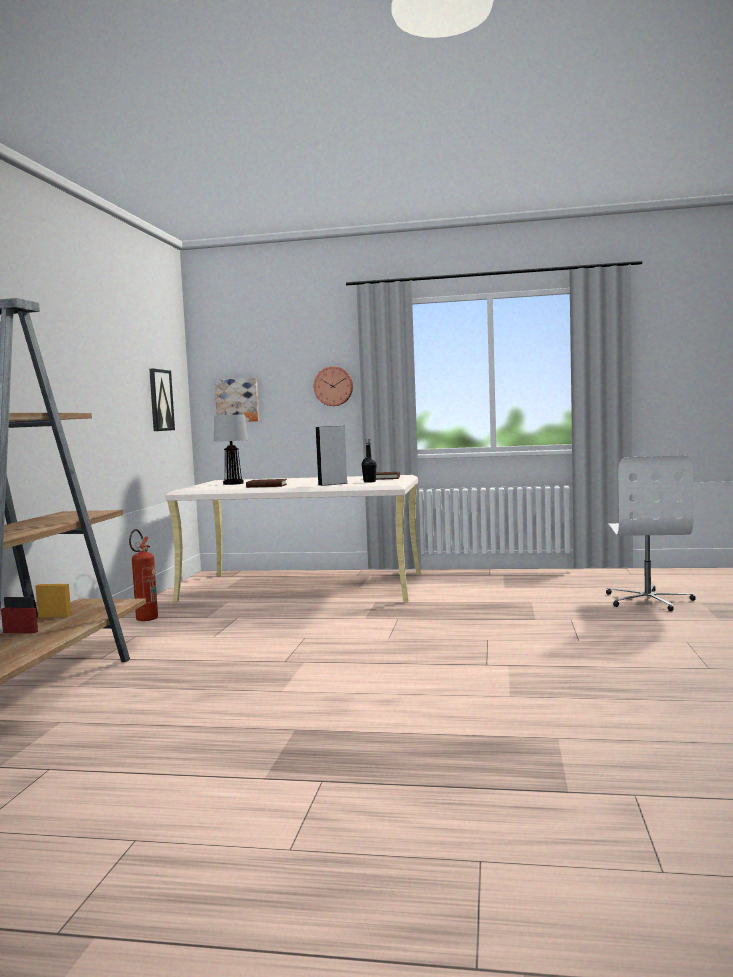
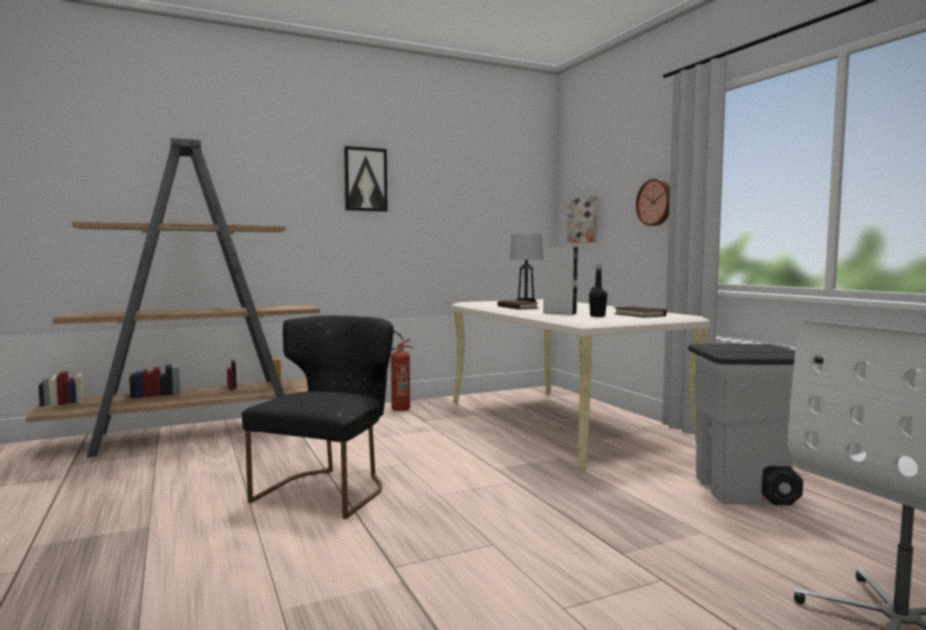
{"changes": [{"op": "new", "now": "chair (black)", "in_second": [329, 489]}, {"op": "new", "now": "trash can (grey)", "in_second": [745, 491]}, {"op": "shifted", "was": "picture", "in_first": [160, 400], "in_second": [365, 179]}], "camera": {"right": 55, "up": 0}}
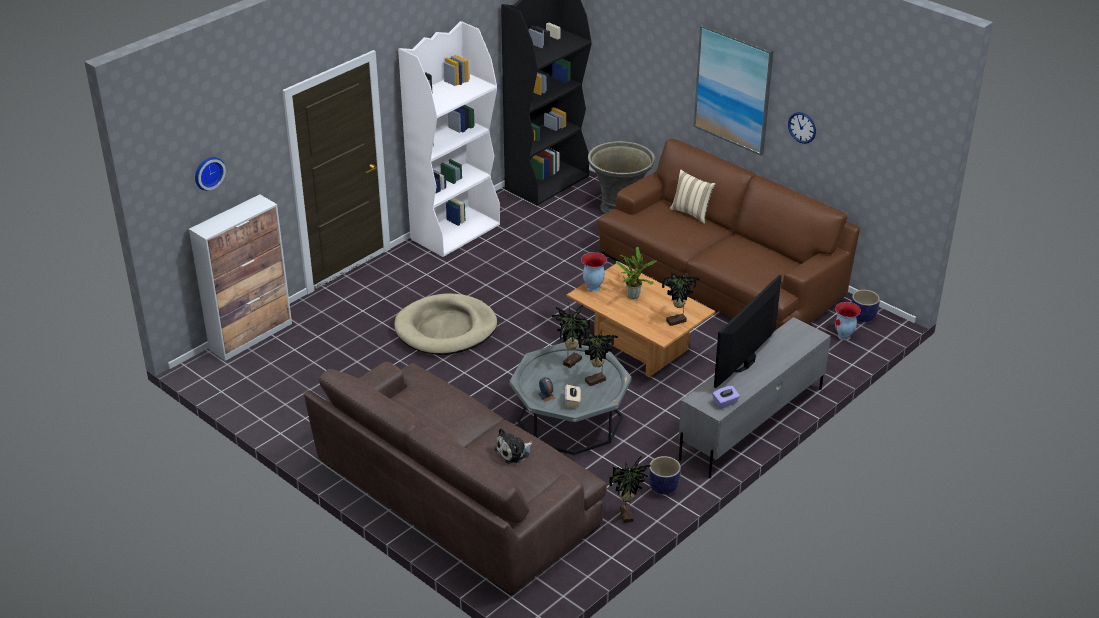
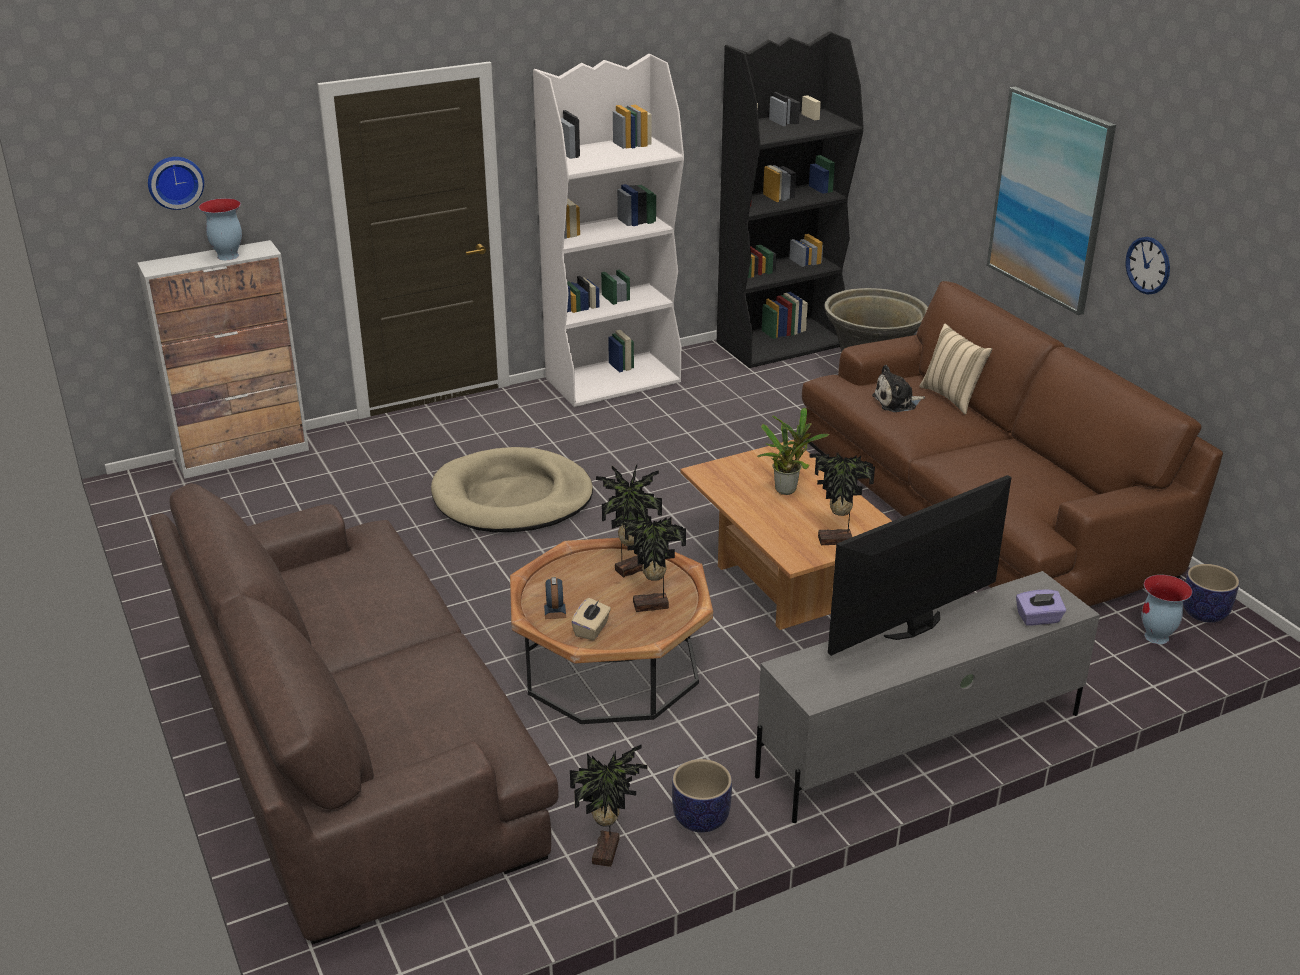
{"changes": [{"op": "shifted", "was": "plush toy", "in_first": [514, 452], "in_second": [897, 402]}, {"op": "shifted", "was": "vase", "in_first": [593, 287], "in_second": [227, 256]}, {"op": "shifted", "was": "tissue box (purple)", "in_first": [725, 403], "in_second": [1038, 619]}, {"op": "repainted", "was": "coffee table (grey)", "now": "coffee table (brown)", "in_first": [570, 419], "in_second": [611, 666]}], "camera": {"right": 20, "up": -5}}
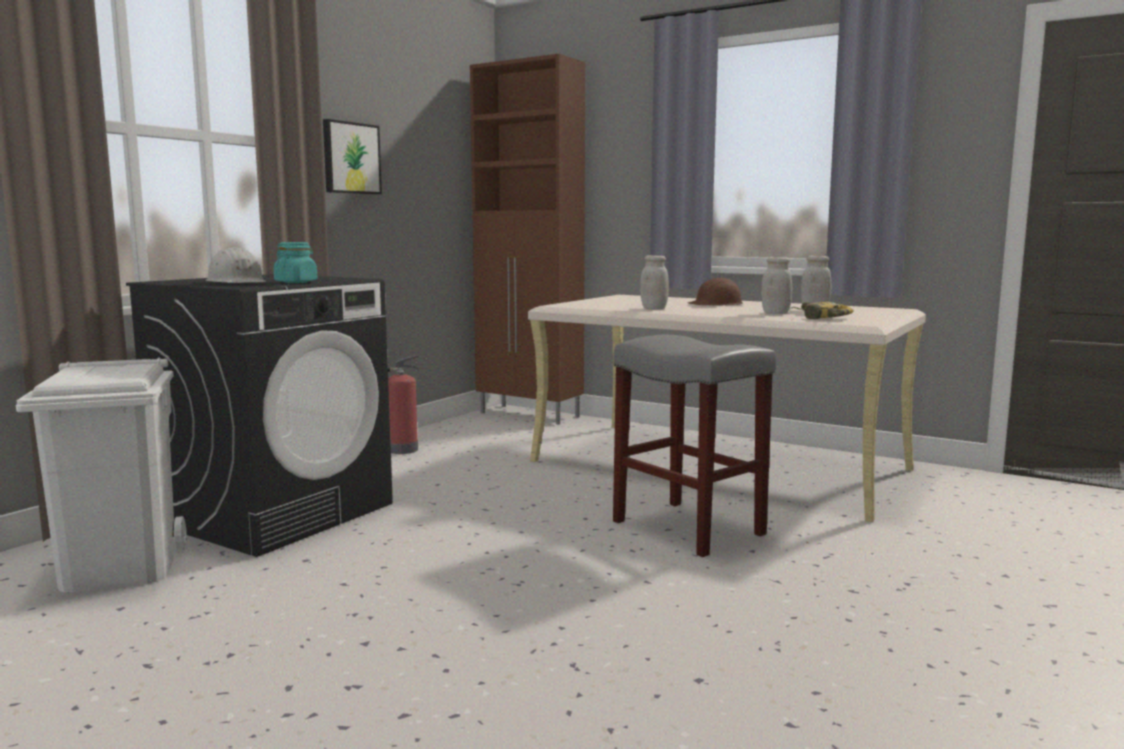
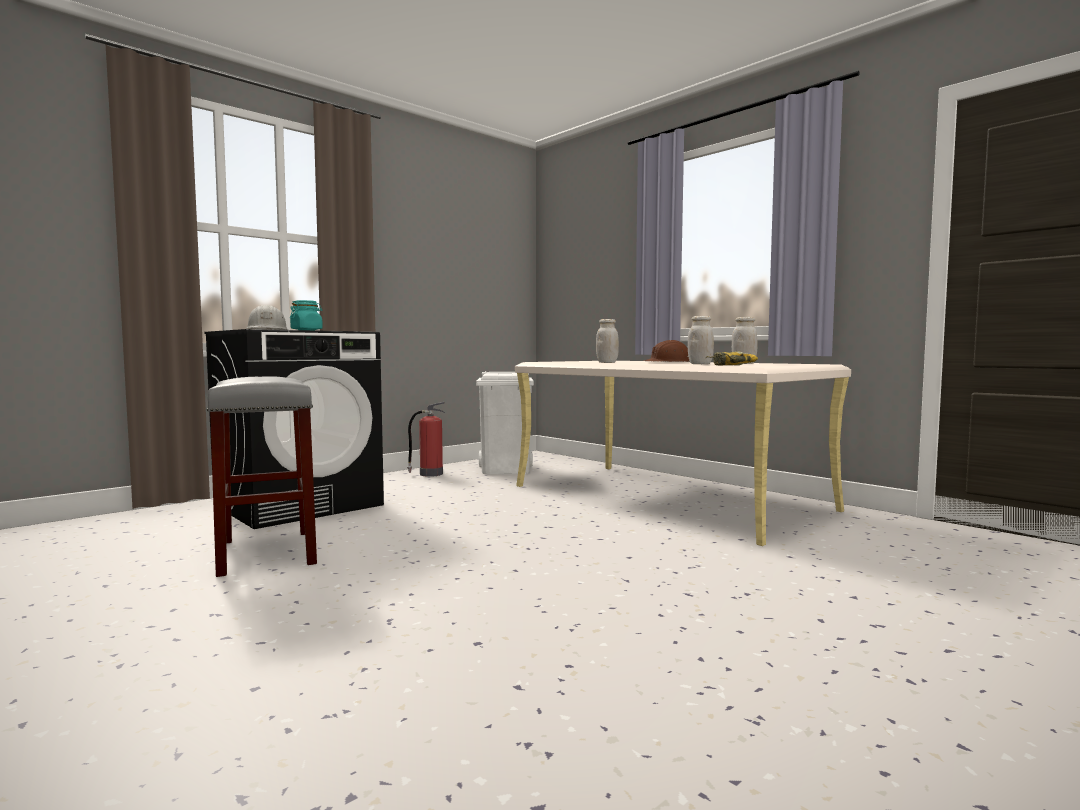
{"changes": [{"op": "gone", "was": "picture", "in_first": [350, 158]}, {"op": "gone", "was": "cabinet (brown)", "in_first": [530, 415]}, {"op": "shifted", "was": "trash can (white)", "in_first": [121, 568], "in_second": [506, 469]}, {"op": "shifted", "was": "stool (grey)", "in_first": [685, 527], "in_second": [266, 552]}], "camera": {"right": 15, "up": -5}}
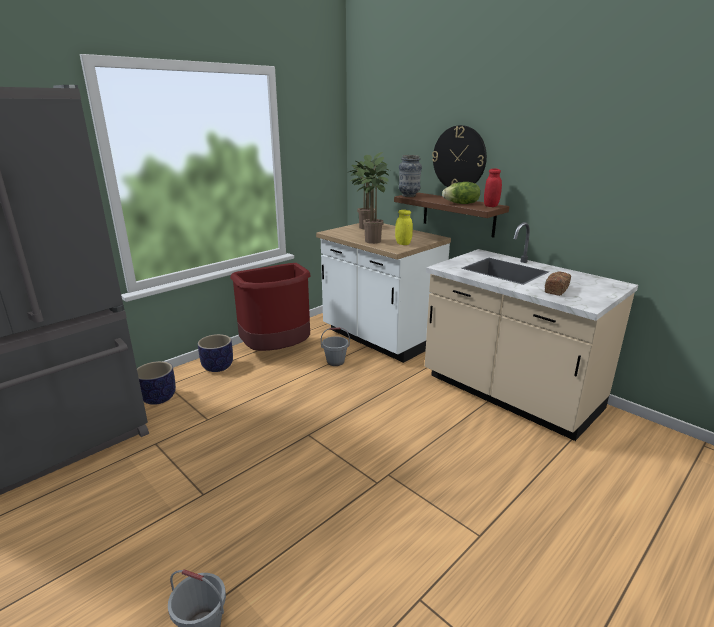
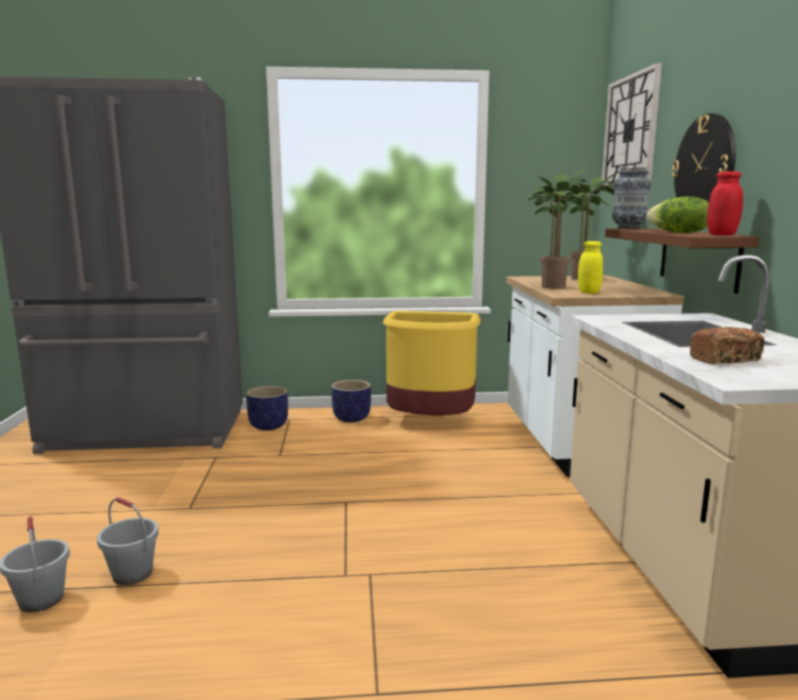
{"changes": [{"op": "new", "now": "wall clock", "in_second": [630, 131]}, {"op": "shifted", "was": "bucket (grey)", "in_first": [335, 361], "in_second": [133, 574]}, {"op": "repainted", "was": "trash can (red)", "now": "trash can (yellow)", "in_first": [278, 350], "in_second": [430, 421]}], "camera": {"right": 40, "up": -10}}
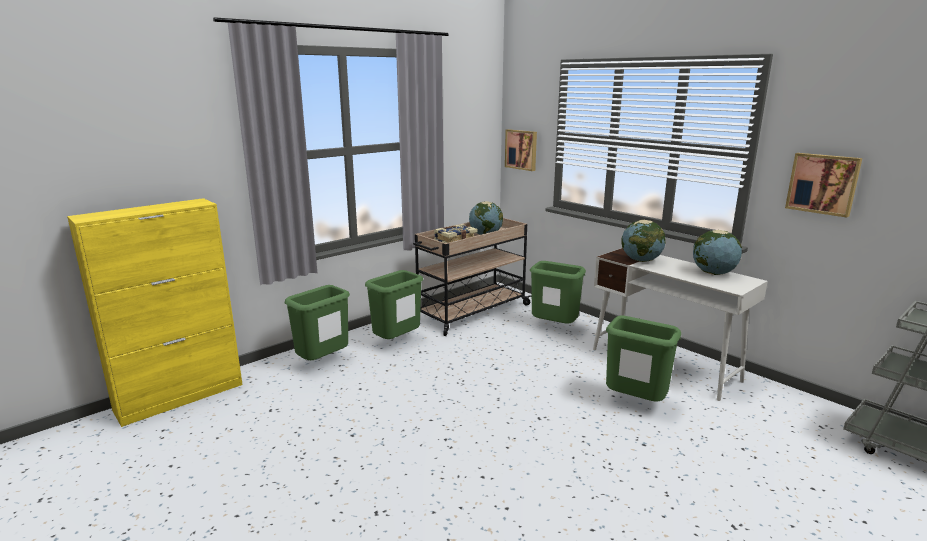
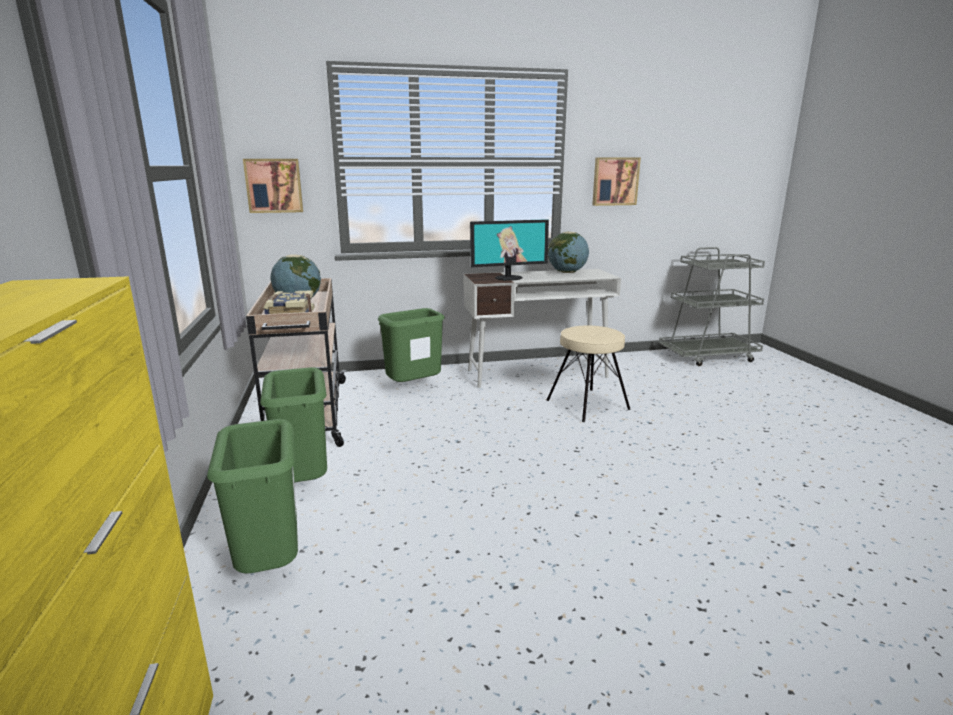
{"changes": [{"op": "swapped", "was": "trash can (green)", "now": "stool (beige)", "in_first": [634, 404], "in_second": [587, 405]}, {"op": "swapped", "was": "globe", "now": "monitor", "in_first": [641, 260], "in_second": [508, 278]}], "camera": {"right": -60, "up": 0}}
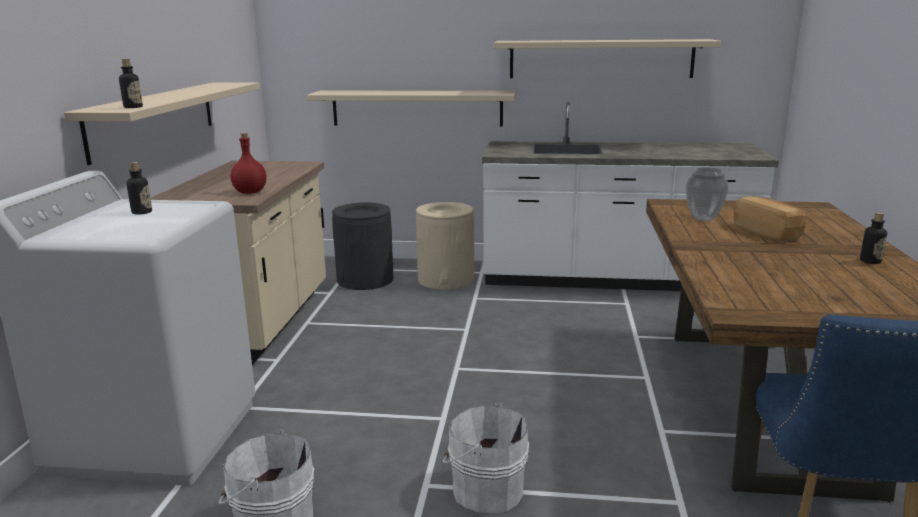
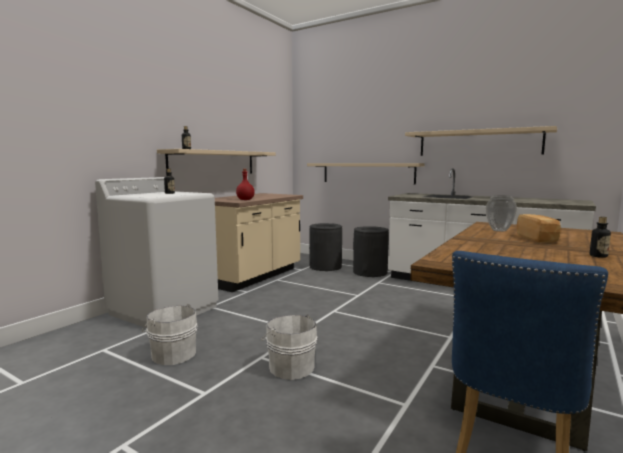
{"changes": [{"op": "repainted", "was": "trash can (beige)", "now": "trash can (black)", "in_first": [446, 279], "in_second": [370, 272]}], "camera": {"right": 25, "up": -10}}
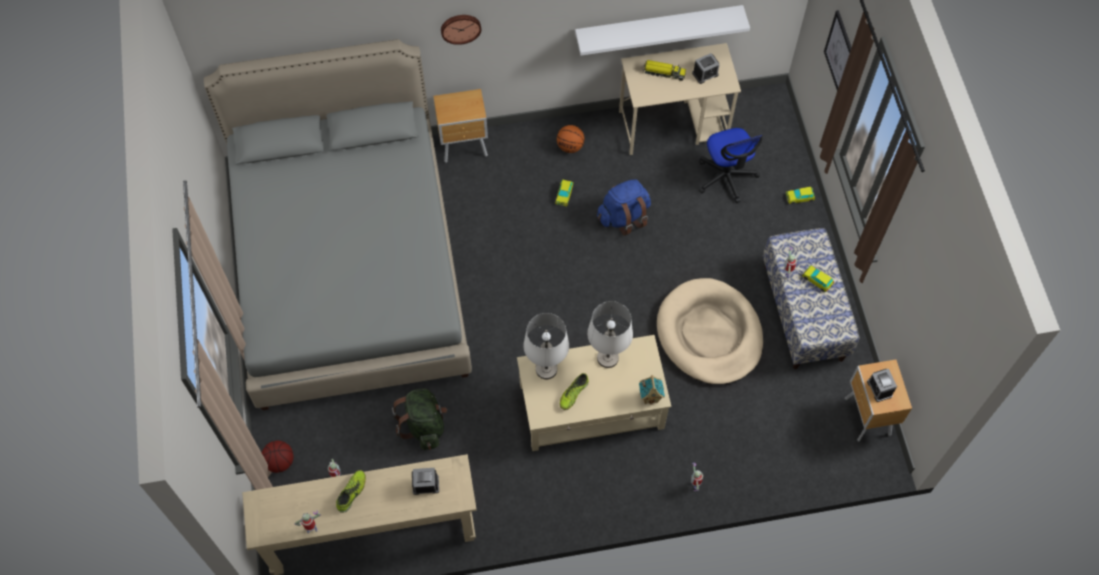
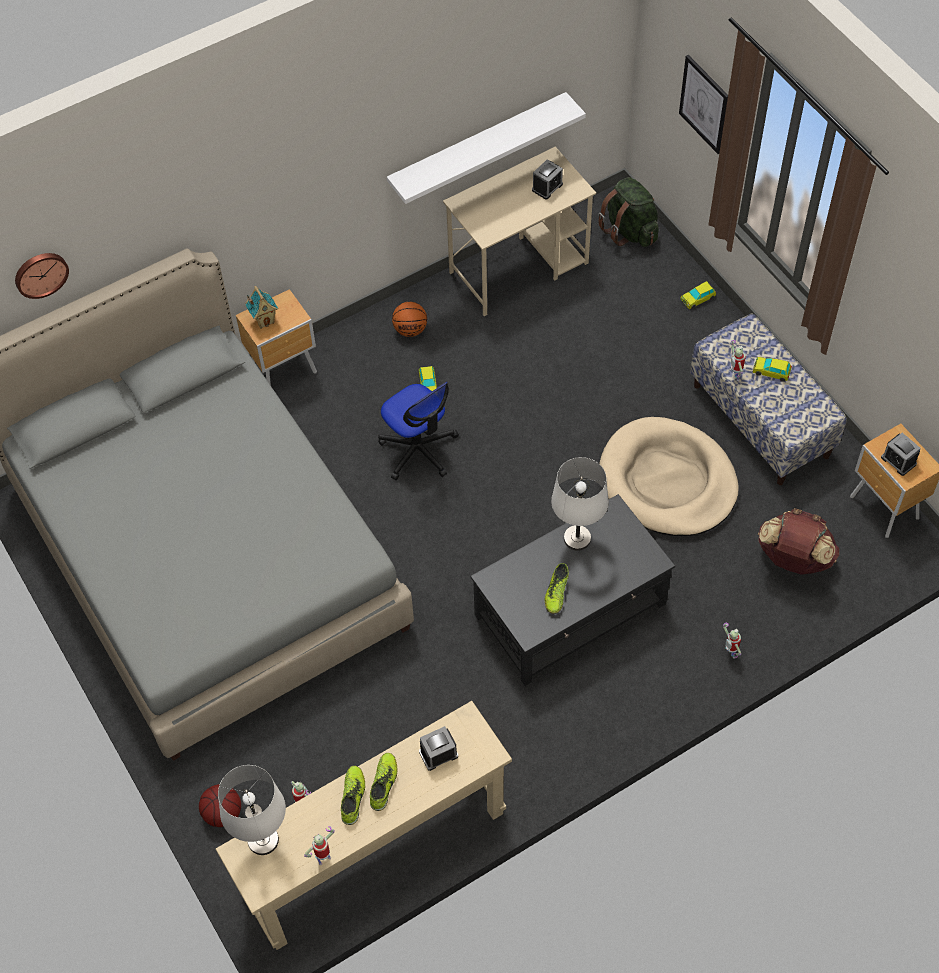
{"changes": [{"op": "gone", "was": "backpack (blue)", "in_first": [623, 217]}, {"op": "gone", "was": "toy truck", "in_first": [663, 73]}, {"op": "new", "now": "shoe", "in_second": [384, 783]}, {"op": "new", "now": "backpack (brown)", "in_second": [793, 558]}, {"op": "shifted", "was": "backpack (green)", "in_first": [424, 425], "in_second": [629, 230]}, {"op": "shifted", "was": "wall clock", "in_first": [460, 27], "in_second": [40, 273]}, {"op": "shifted", "was": "table lamp (white)", "in_first": [546, 369], "in_second": [262, 840]}, {"op": "shifted", "was": "toy house", "in_first": [650, 397], "in_second": [264, 320]}, {"op": "shifted", "was": "office chair", "in_first": [726, 177], "in_second": [418, 450]}, {"op": "repainted", "was": "coffee table (beige)", "now": "coffee table (black)", "in_first": [592, 406], "in_second": [571, 609]}], "camera": {"right": -20, "up": -5}}
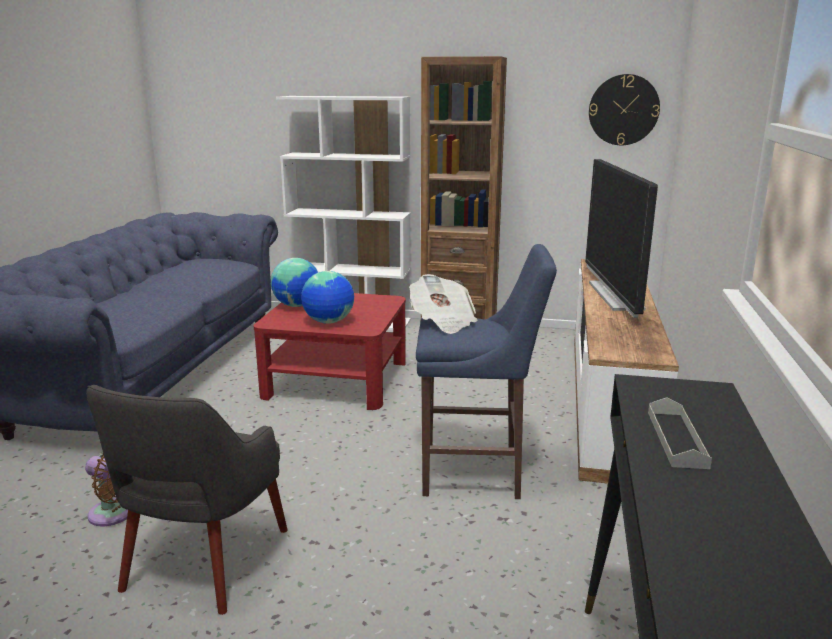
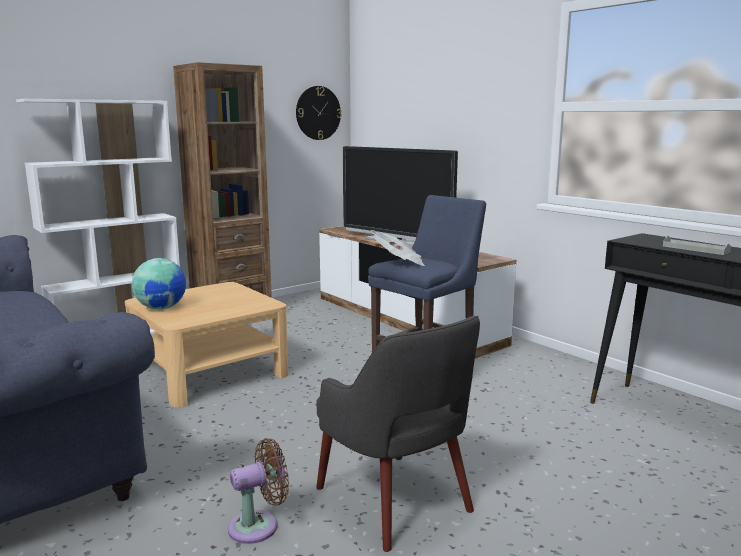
{"changes": [{"op": "gone", "was": "globe", "in_first": [329, 322]}, {"op": "repainted", "was": "coffee table (red)", "now": "coffee table (beige)", "in_first": [336, 378], "in_second": [208, 371]}], "camera": {"right": -50, "up": -5}}
